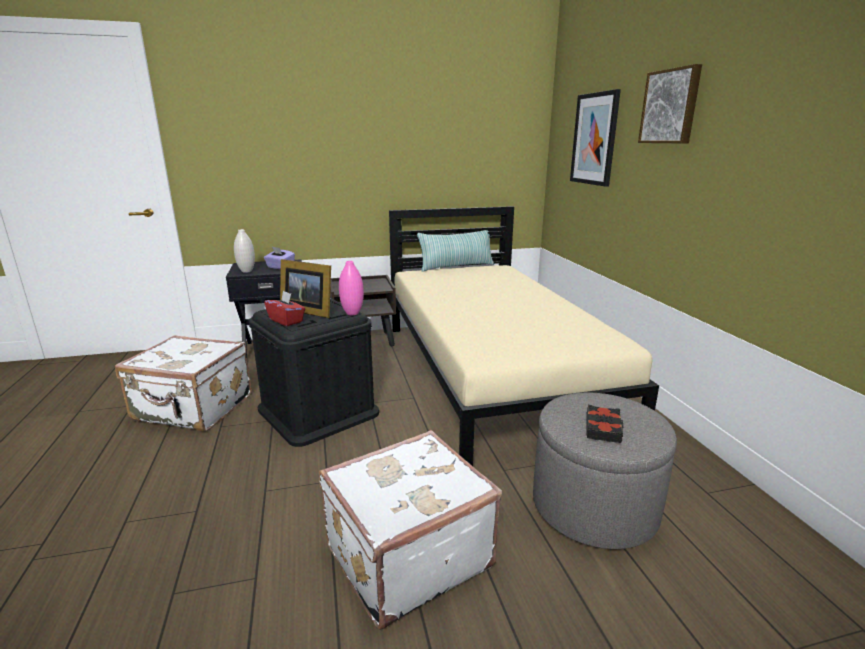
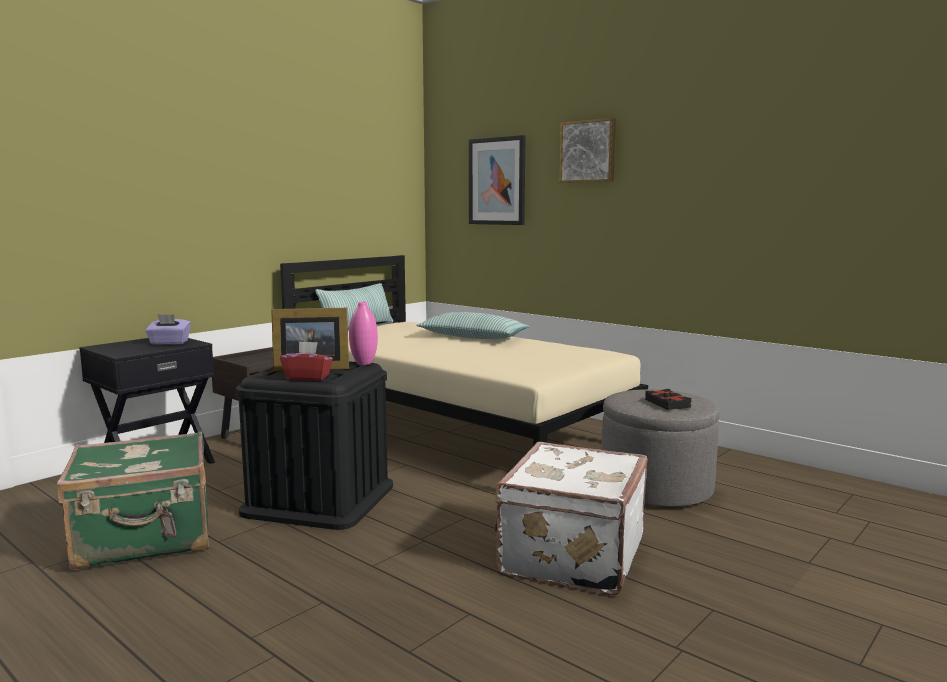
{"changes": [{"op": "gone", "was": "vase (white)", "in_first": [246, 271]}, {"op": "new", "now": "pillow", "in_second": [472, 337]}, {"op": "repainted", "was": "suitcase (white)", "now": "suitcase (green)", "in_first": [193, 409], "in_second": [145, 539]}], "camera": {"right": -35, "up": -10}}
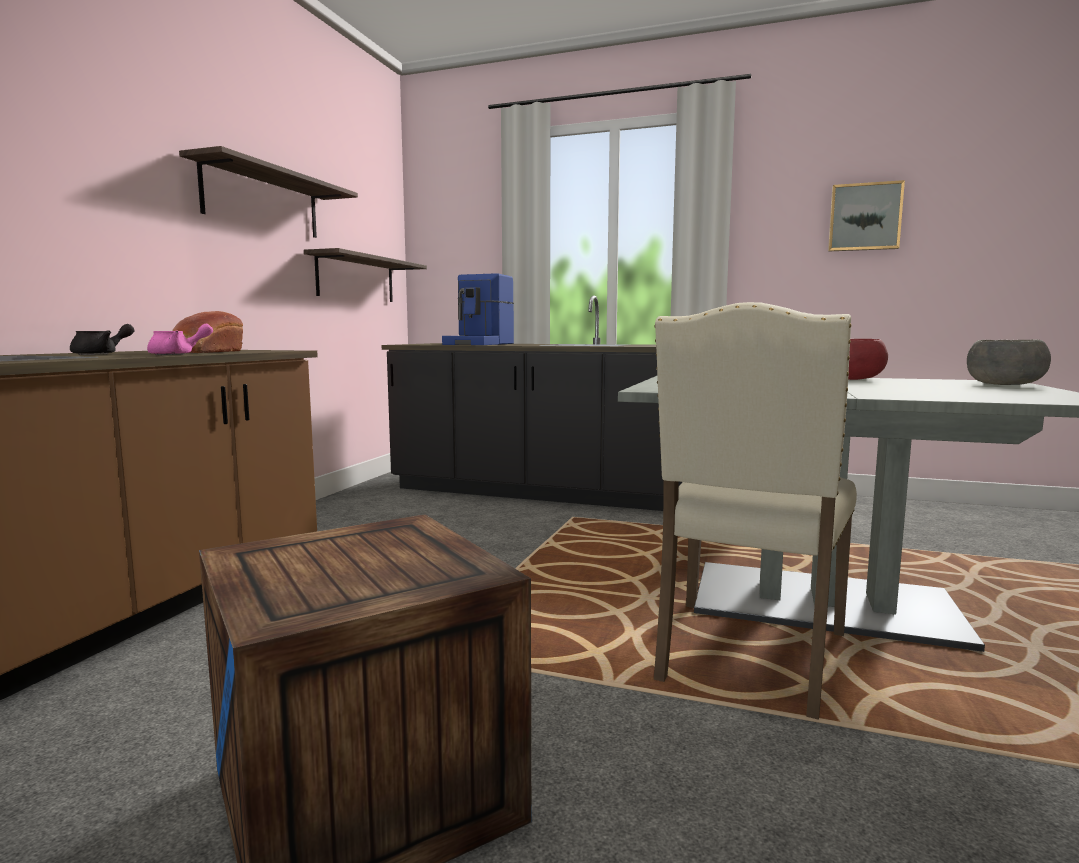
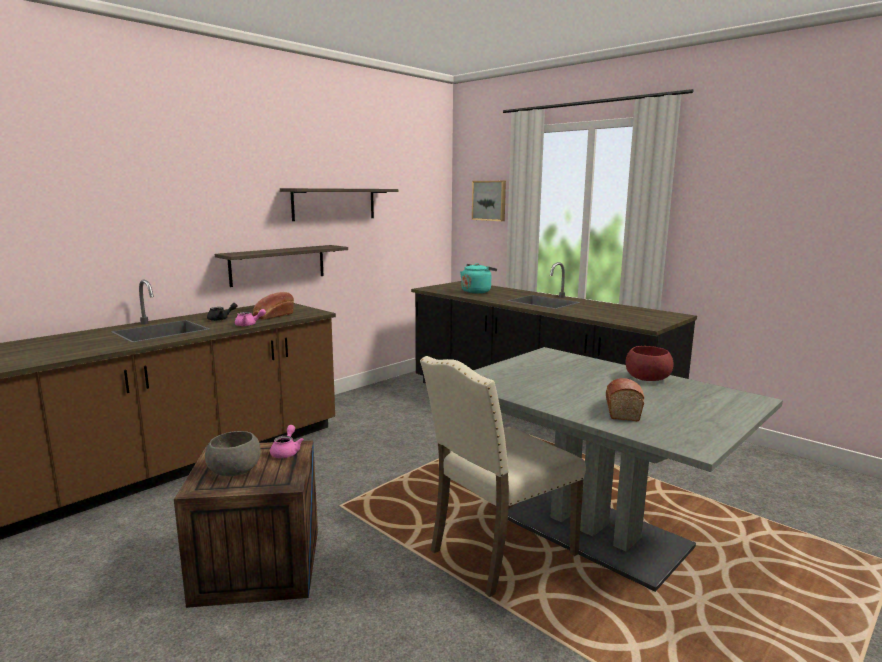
{"changes": [{"op": "new", "now": "teapot (pink)", "in_second": [286, 452]}, {"op": "new", "now": "bread", "in_second": [622, 409]}, {"op": "shifted", "was": "shelf", "in_first": [356, 279], "in_second": [278, 265]}, {"op": "shifted", "was": "picture", "in_first": [864, 217], "in_second": [489, 200]}, {"op": "shifted", "was": "bowl (grey)", "in_first": [1003, 384], "in_second": [234, 470]}, {"op": "swapped", "was": "coffee machine", "now": "kettle (turquoise)", "in_first": [481, 344], "in_second": [477, 291]}], "camera": {"right": 25, "up": 5}}
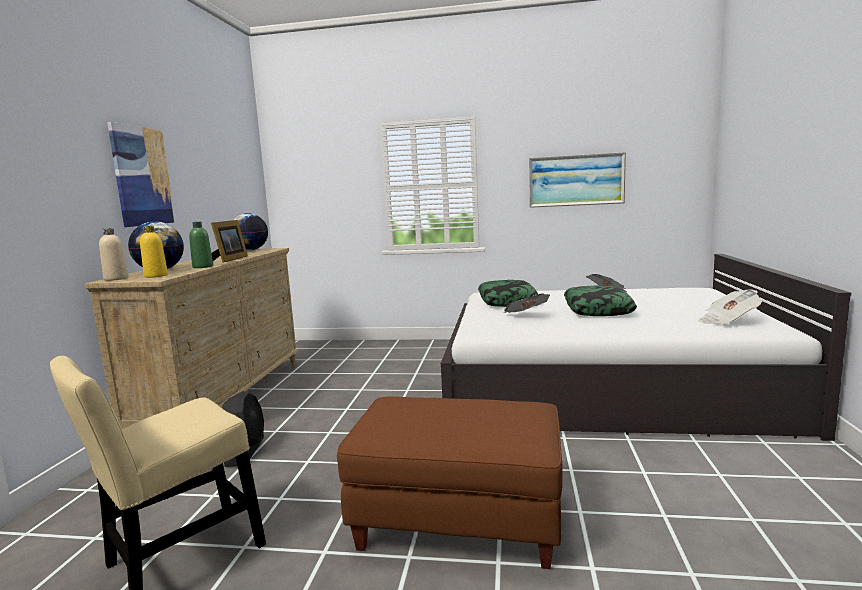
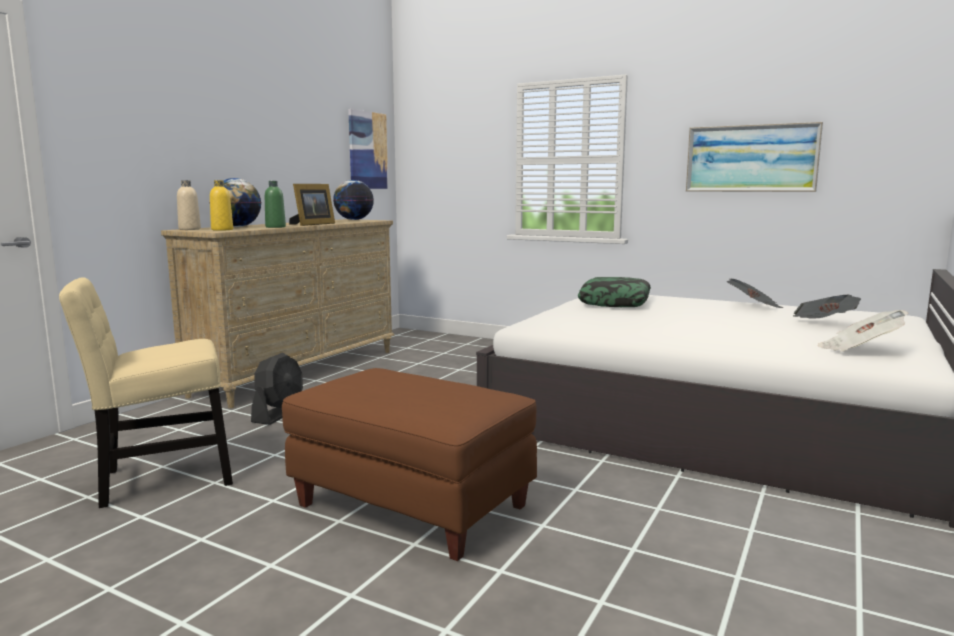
{"changes": [{"op": "gone", "was": "pillow", "in_first": [598, 310]}, {"op": "shifted", "was": "picture", "in_first": [142, 176], "in_second": [367, 150]}, {"op": "shifted", "was": "newspaper", "in_first": [526, 316], "in_second": [824, 324]}], "camera": {"right": 20, "up": 0}}
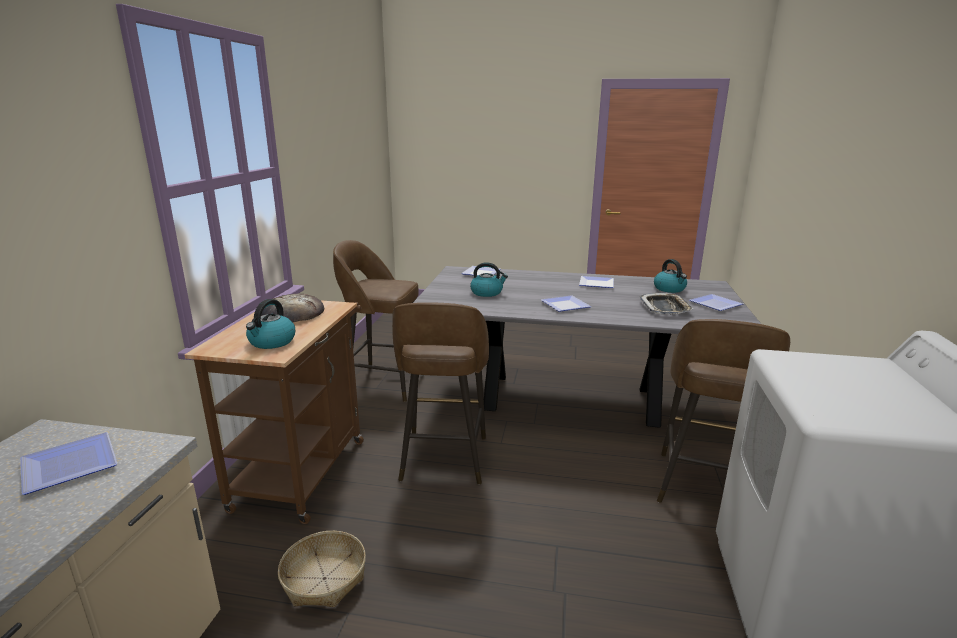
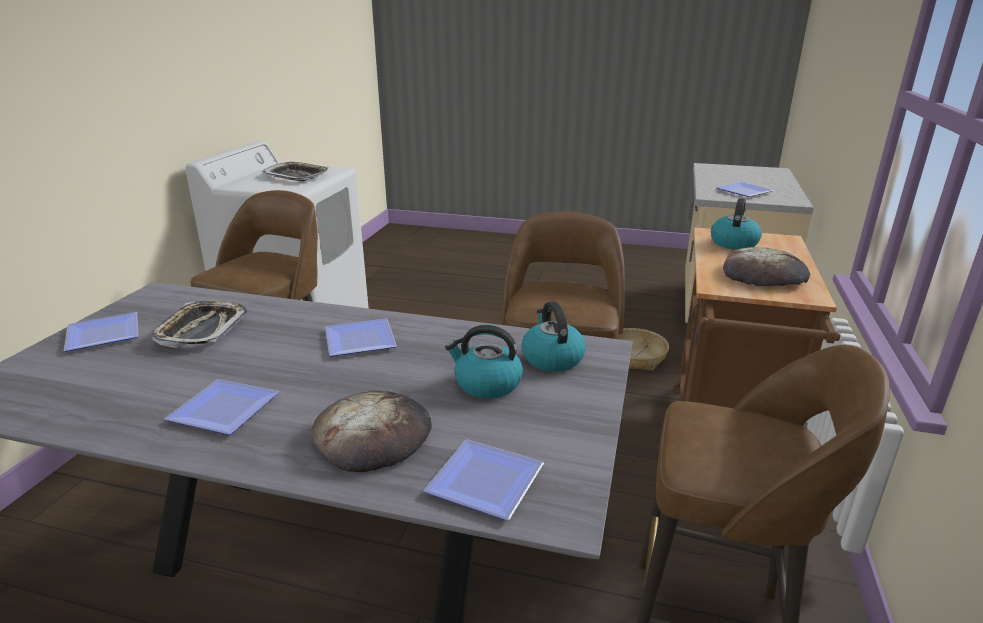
{"changes": [{"op": "new", "now": "tray", "in_second": [297, 176]}, {"op": "new", "now": "bread", "in_second": [373, 435]}, {"op": "shifted", "was": "kettle", "in_first": [670, 289], "in_second": [551, 358]}], "camera": {"right": -175, "up": 5}}
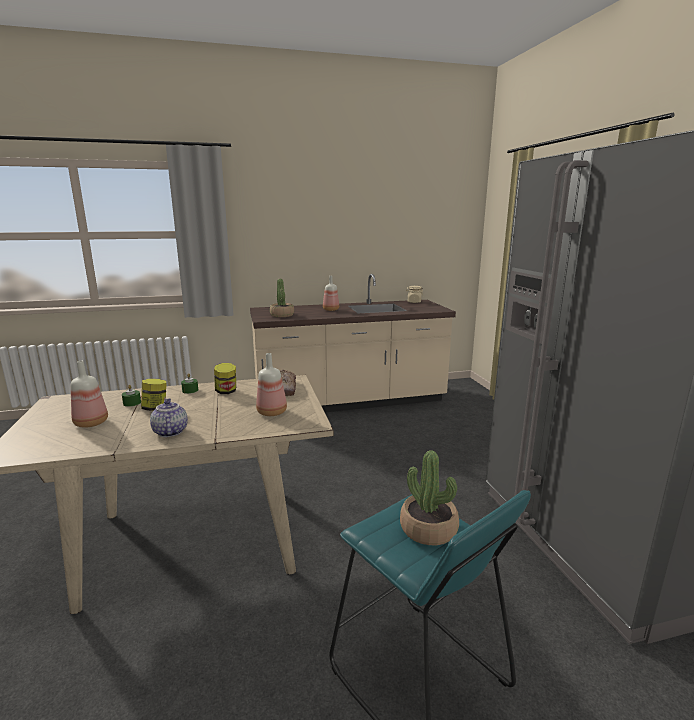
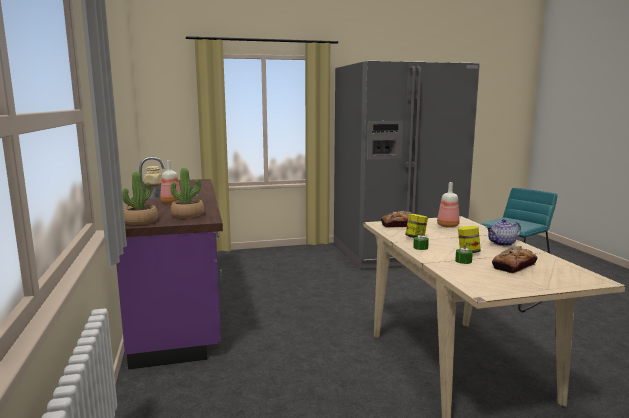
{"changes": [{"op": "shifted", "was": "potted plant", "in_first": [428, 529], "in_second": [140, 221]}, {"op": "swapped", "was": "bottle", "now": "bread", "in_first": [92, 423], "in_second": [514, 266]}, {"op": "repainted", "was": "counter (beige)", "now": "counter (purple)", "in_first": [350, 402], "in_second": [181, 307]}], "camera": {"right": -90, "up": -5}}
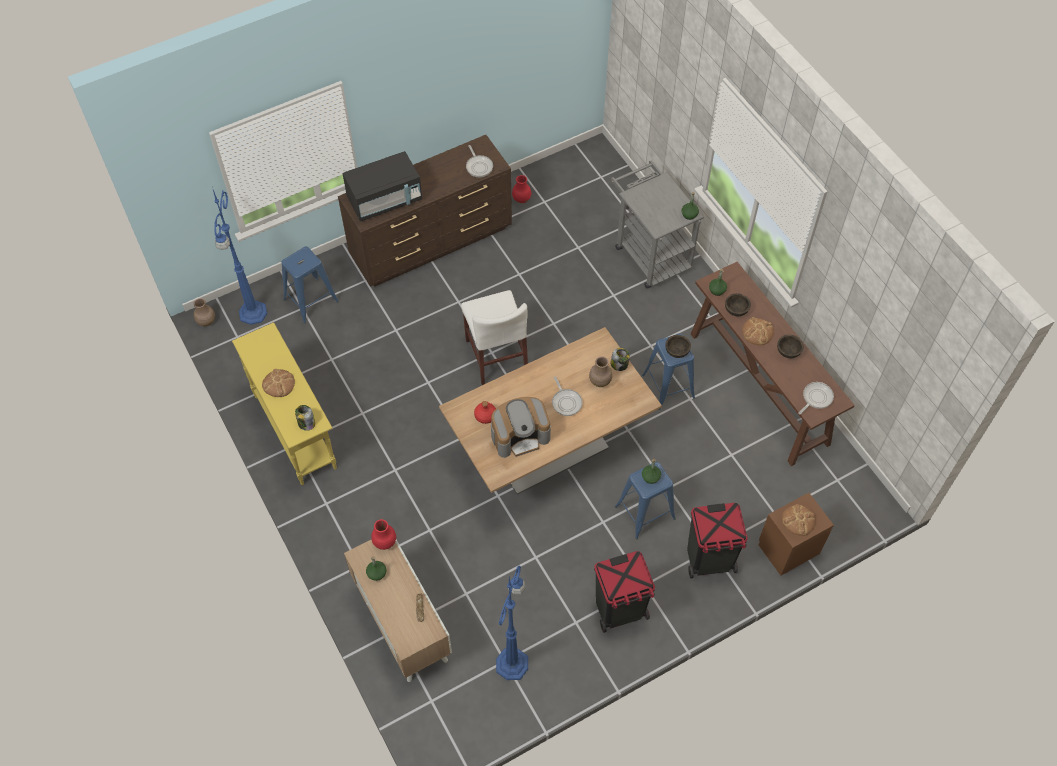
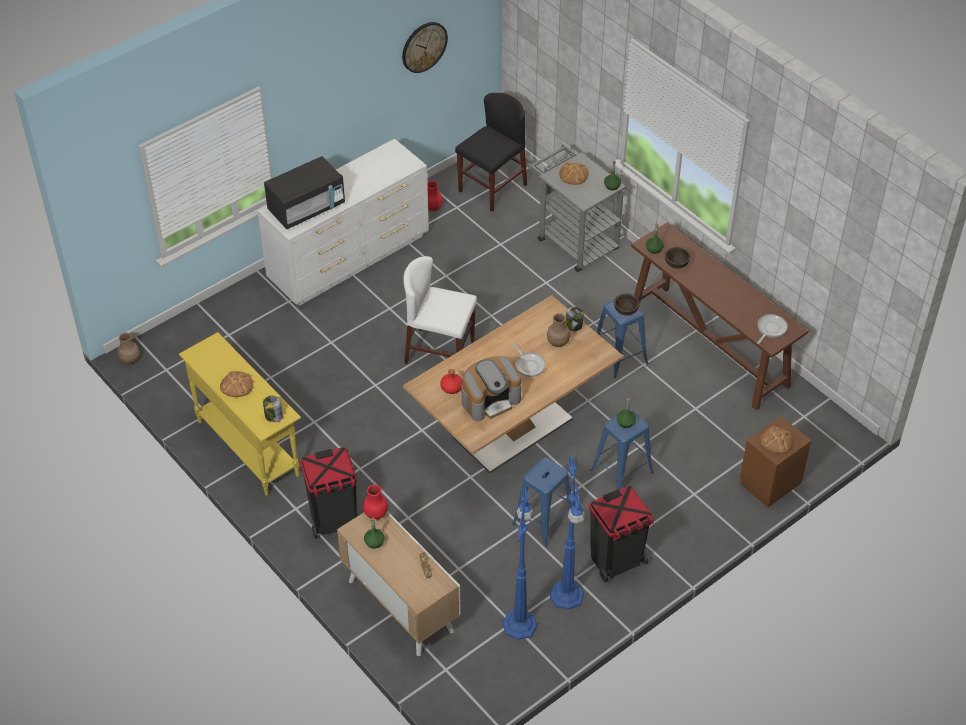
{"changes": [{"op": "gone", "was": "frying pan", "in_first": [479, 166]}, {"op": "gone", "was": "bowl (brown)", "in_first": [788, 351]}, {"op": "new", "now": "wall clock", "in_second": [424, 46]}, {"op": "new", "now": "chair (black)", "in_second": [492, 188]}, {"op": "shifted", "was": "floor lamp (blue)", "in_first": [252, 314], "in_second": [566, 597]}, {"op": "shifted", "was": "stool (blue)", "in_first": [311, 300], "in_second": [544, 520]}, {"op": "shifted", "was": "trash can (black)", "in_first": [709, 560], "in_second": [334, 520]}, {"op": "shifted", "was": "bread", "in_first": [757, 332], "in_second": [573, 175]}, {"op": "repainted", "was": "dresser (brown)", "now": "dresser (white)", "in_first": [432, 242], "in_second": [350, 258]}, {"op": "rotated", "was": "chair (white)", "in_first": [496, 356], "in_second": [439, 352], "clockwise": 135}], "camera": {"right": -10, "up": -10}}
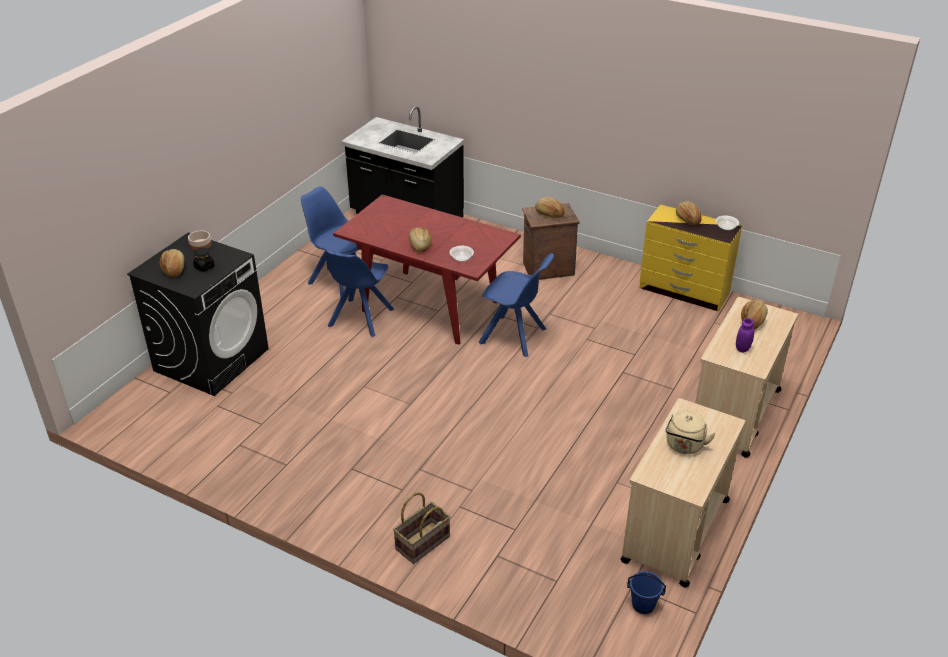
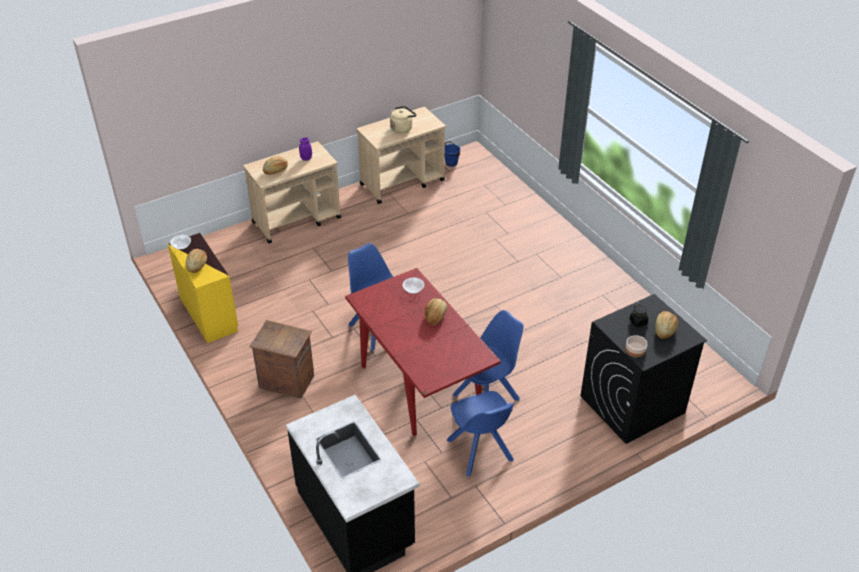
{"changes": [{"op": "gone", "was": "basket", "in_first": [423, 543]}, {"op": "gone", "was": "bread", "in_first": [549, 213]}], "camera": {"right": -150, "up": 5}}
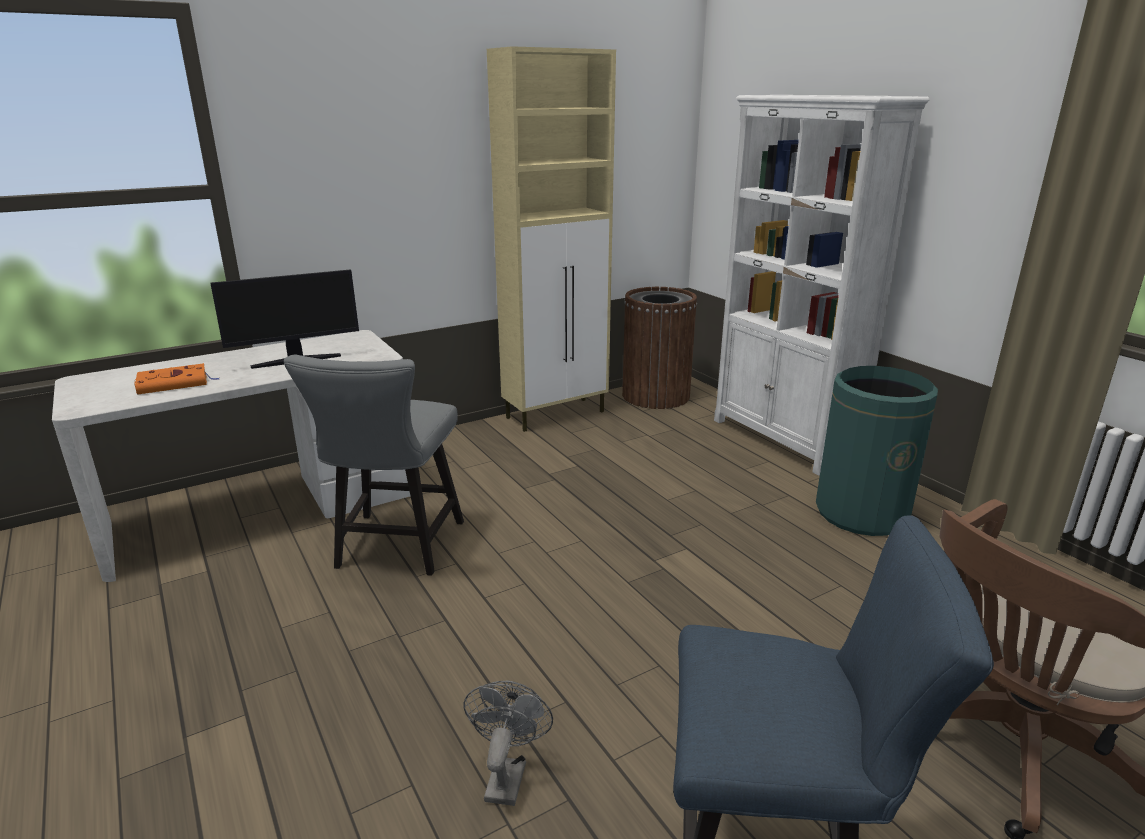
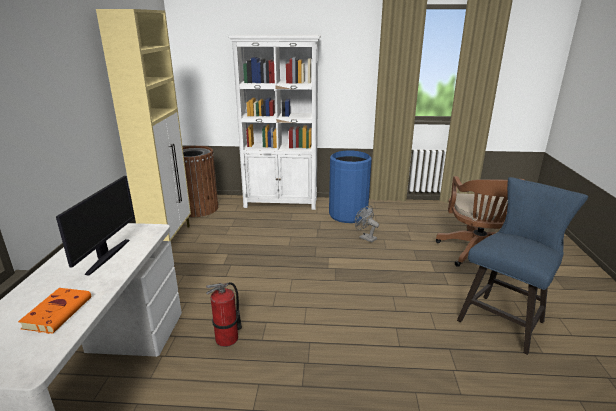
{"changes": [{"op": "shifted", "was": "fan (grey)", "in_first": [507, 774], "in_second": [365, 238]}, {"op": "swapped", "was": "chair (grey)", "now": "fire extinguisher", "in_first": [396, 549], "in_second": [227, 339]}, {"op": "repainted", "was": "trash can (green)", "now": "trash can (blue)", "in_first": [861, 513], "in_second": [348, 215]}], "camera": {"right": -55, "up": 0}}
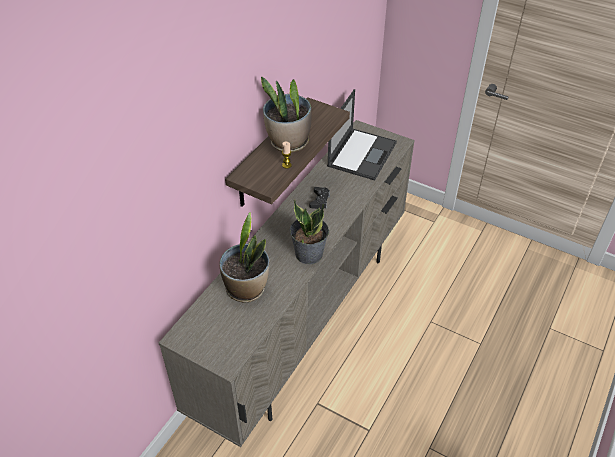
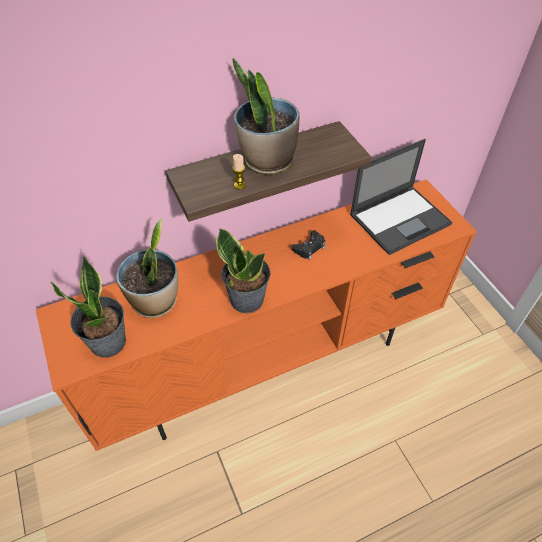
{"changes": [{"op": "new", "now": "potted plant", "in_second": [109, 342]}, {"op": "repainted", "was": "tv stand (beige)", "now": "tv stand (orange)", "in_first": [305, 320], "in_second": [271, 362]}], "camera": {"right": 35, "up": 5}}
